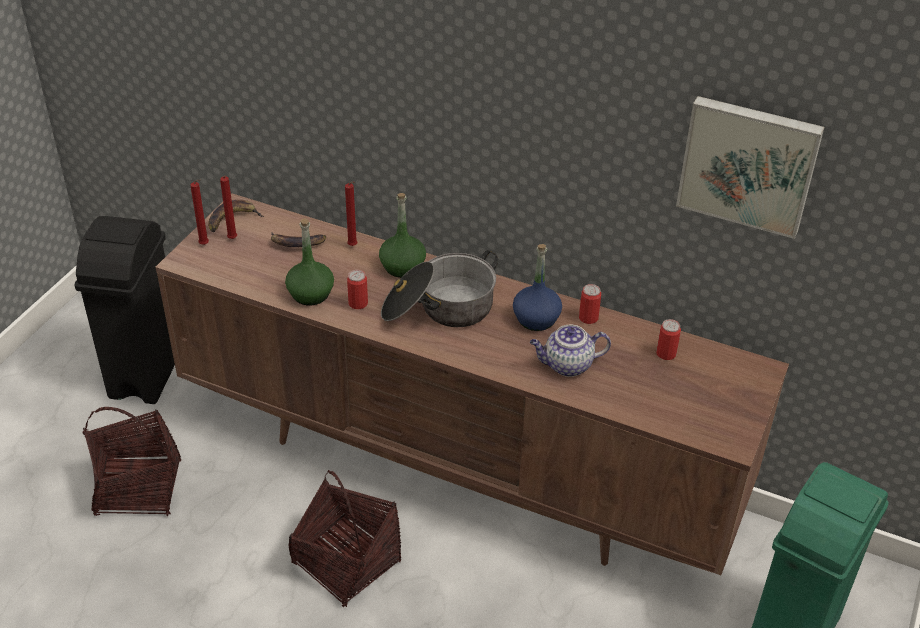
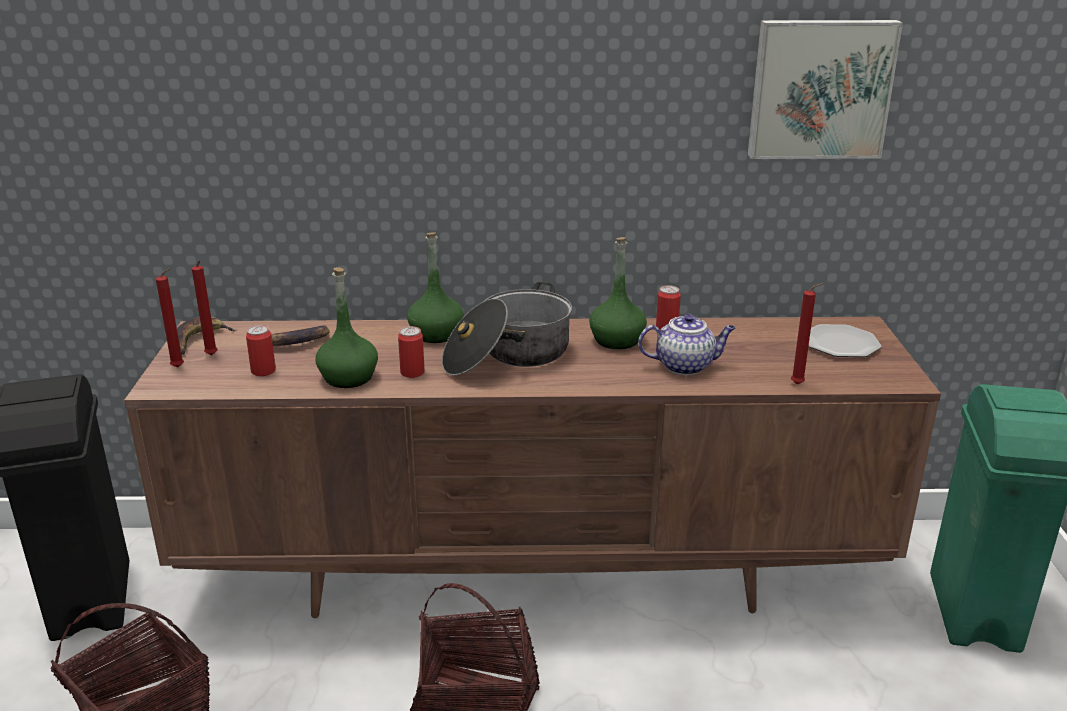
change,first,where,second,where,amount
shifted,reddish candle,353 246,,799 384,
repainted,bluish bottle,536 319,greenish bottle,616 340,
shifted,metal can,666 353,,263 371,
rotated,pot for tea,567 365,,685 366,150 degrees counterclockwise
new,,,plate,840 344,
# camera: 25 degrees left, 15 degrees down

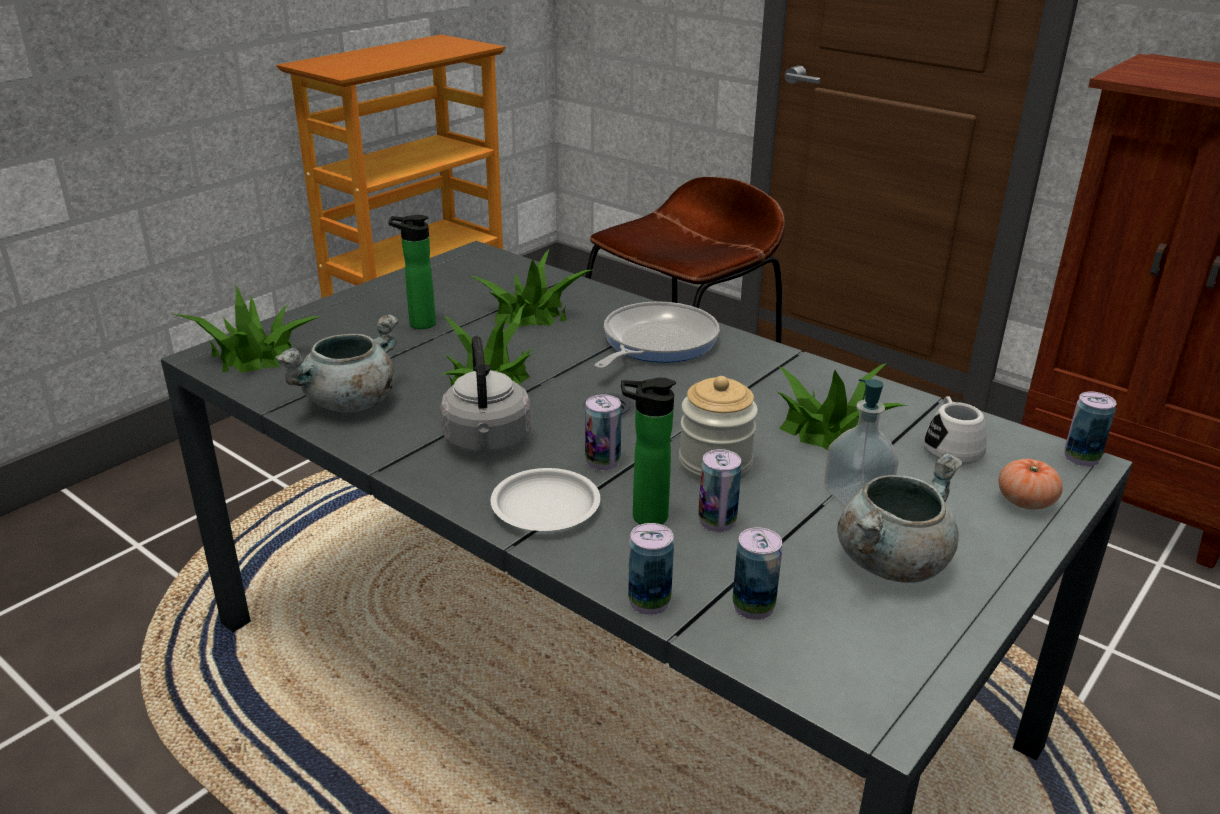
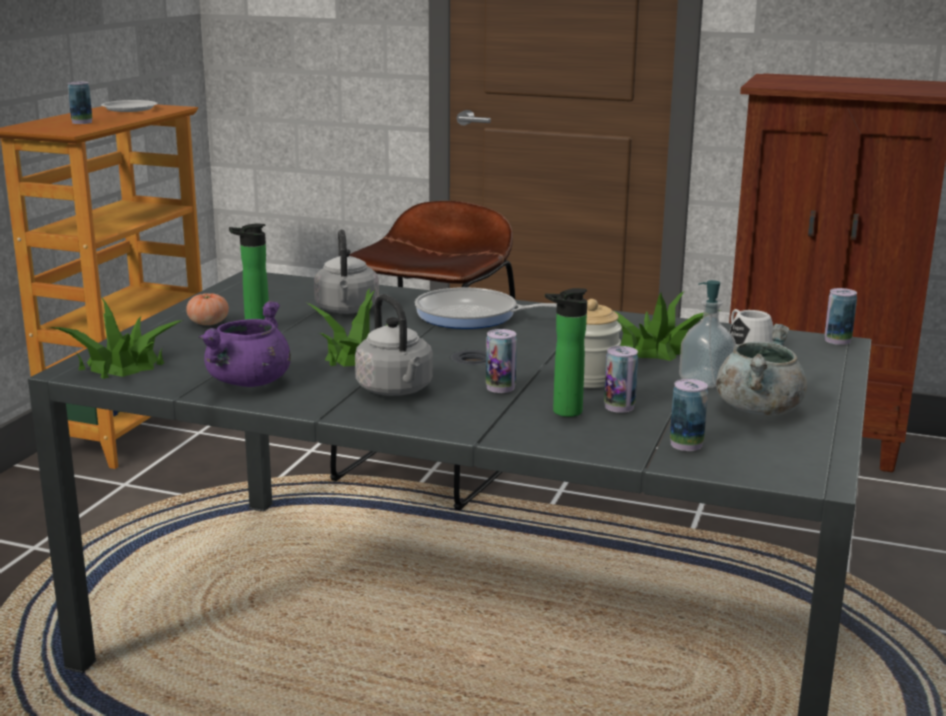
change,first,where,second,where,amount
swapped,houseplant,530 313,greyish water kettle,347 310,
rotated,frying pan,655 342,,472 316,90 degrees counterclockwise
repainted,greyish saucepot,350 403,purple-coloured saucepot,249 382,
shifted,fresh tomato,1025 501,,208 323,
shifted,white-coloured plate,544 507,,129 109,
shifted,metal can,649 601,,82 122,
# camera: 20 degrees left, 10 degrees down

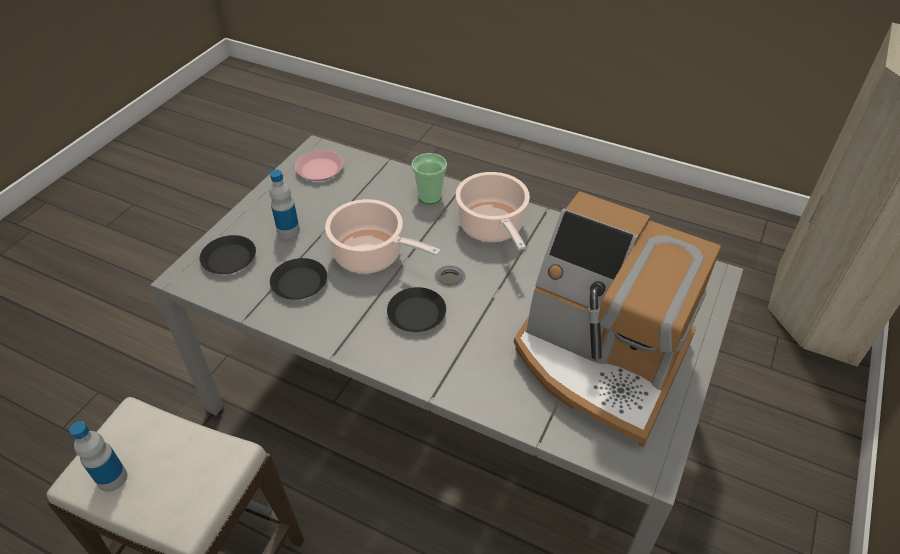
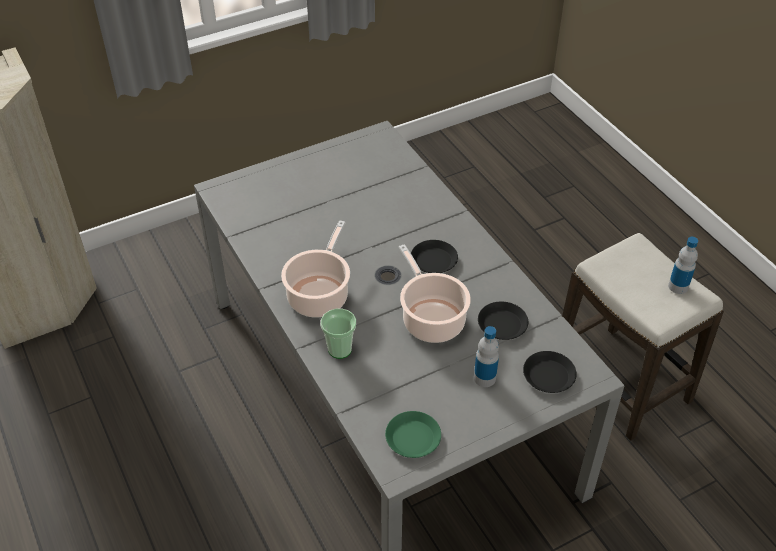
change,first,where,second,where,amount
repainted,pinkish plate,319 169,greenish plate,413 438,
gone,coffee brewer,599 360,,,
# camera: 145 degrees left, 0 degrees up

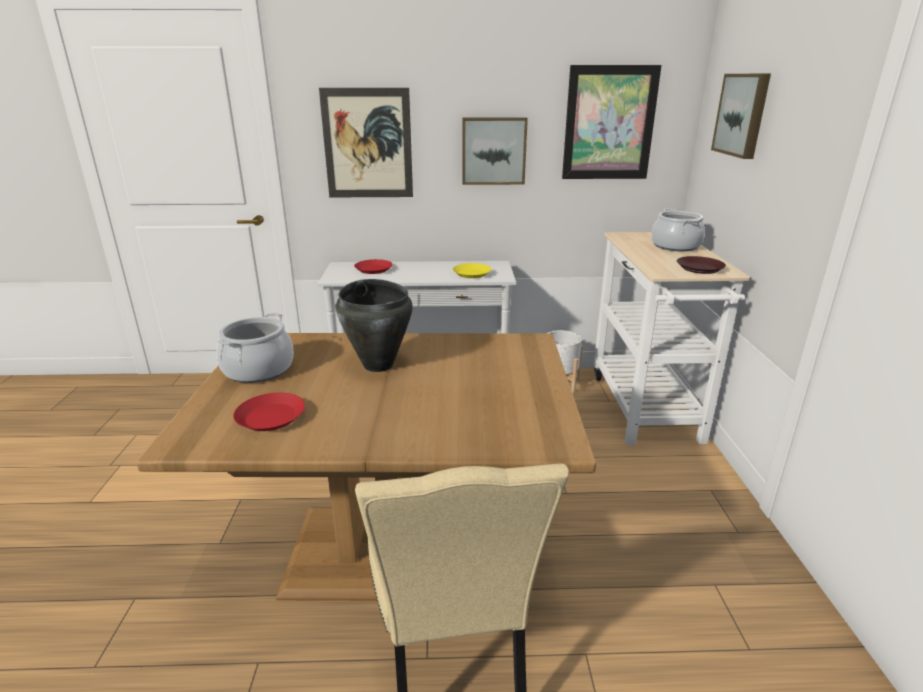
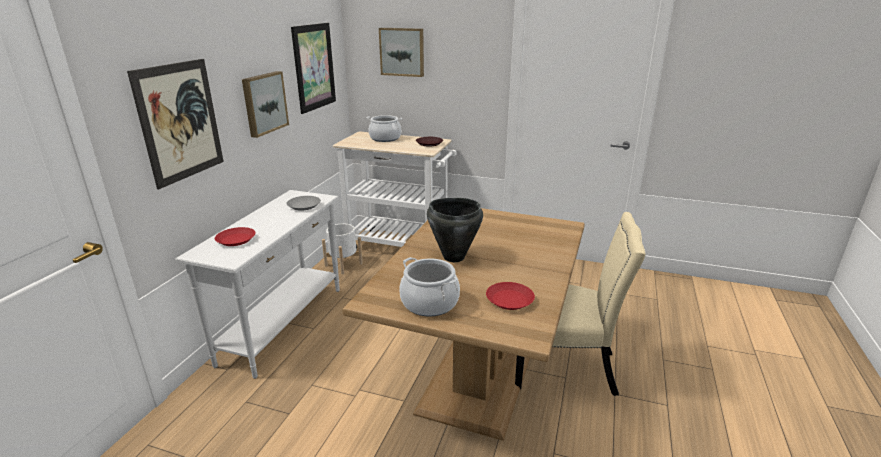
change,first,where,second,where,amount
repainted,yellow plate,471 273,greyish plate,303 205,
# camera: 70 degrees left, 0 degrees up

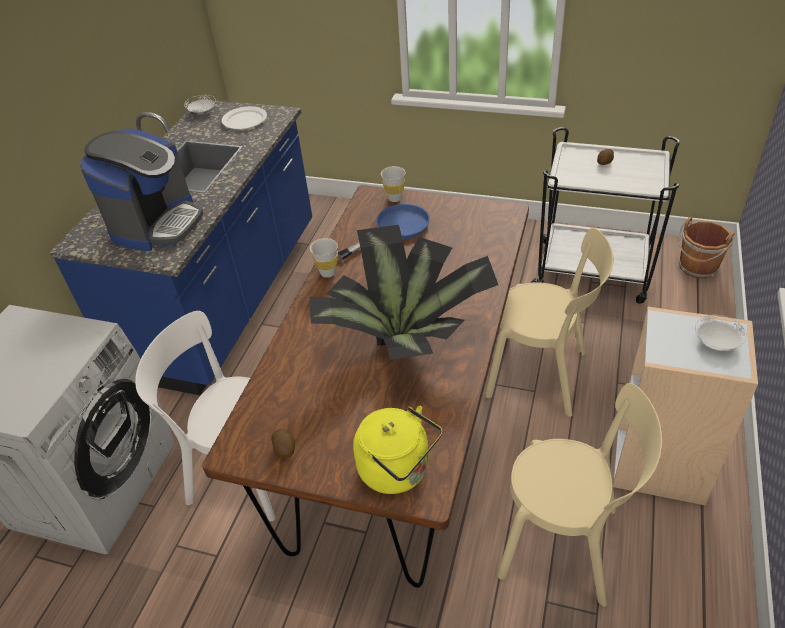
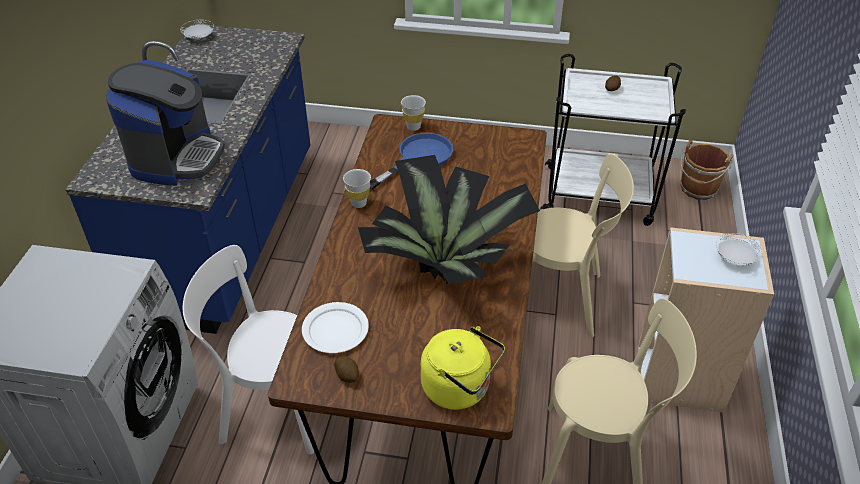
change,first,where,second,where,amount
shifted,white-coloured plate,244 120,,335 330,
# camera: 10 degrees left, 0 degrees up

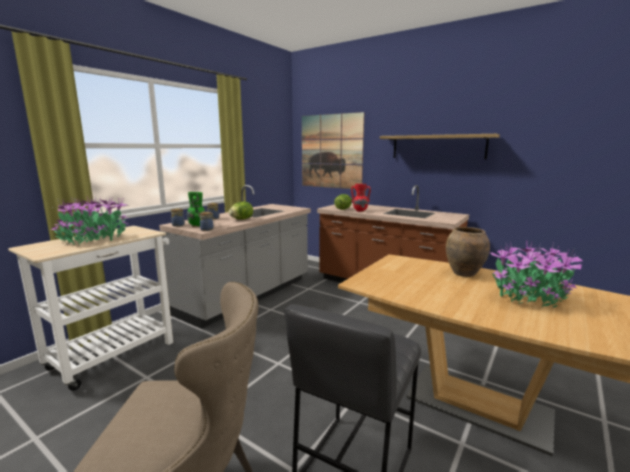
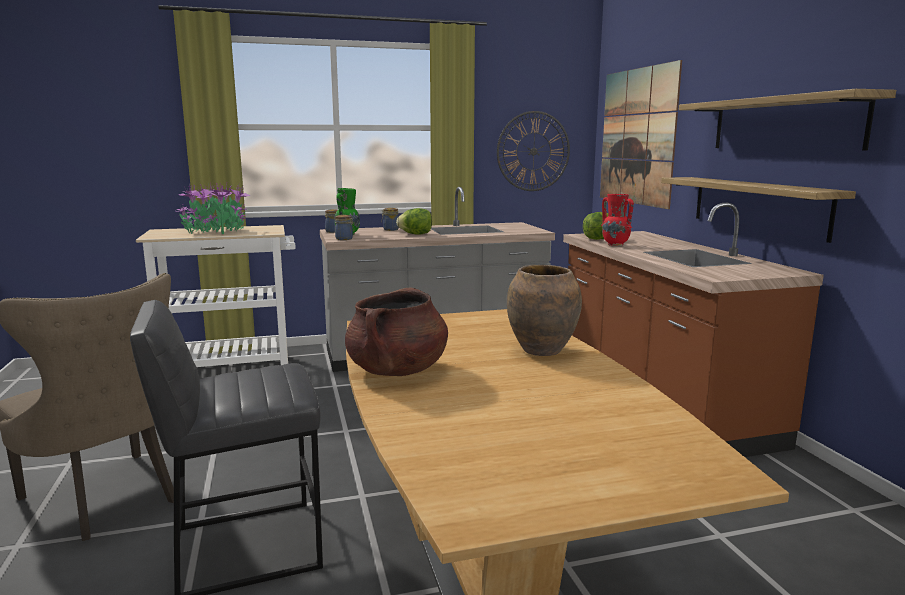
change,first,where,second,where,amount
gone,houseplant,528 297,,,
new,,,clock on the wall,533 151,
new,,,bracket shelf,757 206,
new,,,brown saucepot,397 370,
# camera: 40 degrees right, 0 degrees up

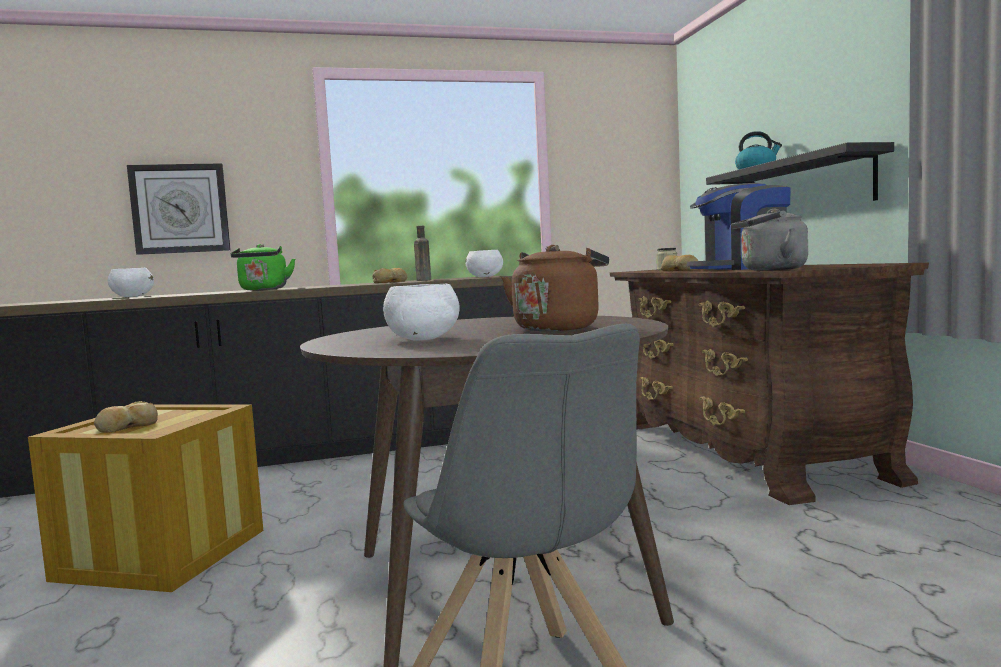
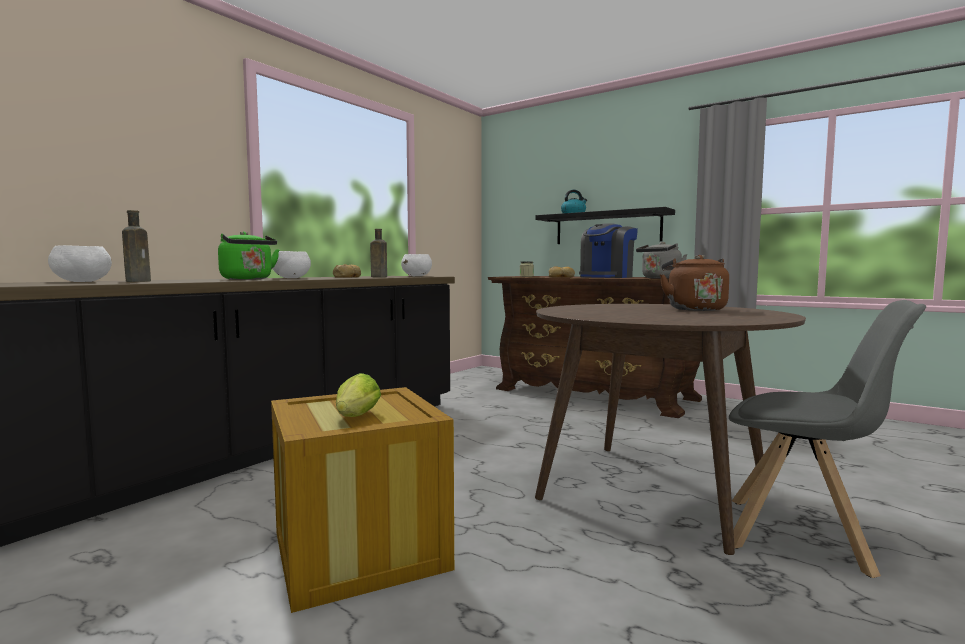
change,first,where,second,where,amount
gone,clock on the wall,180 209,,,
shifted,white-coloured serving bowl,422 339,,291 278,
swapped,bread,126 427,lettuce,355 418,
new,,,brown bottle,139 281,
# camera: 40 degrees left, 0 degrees up

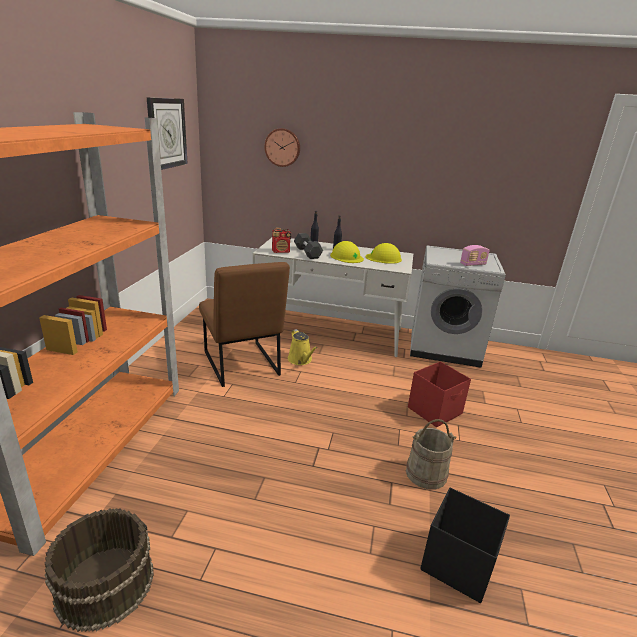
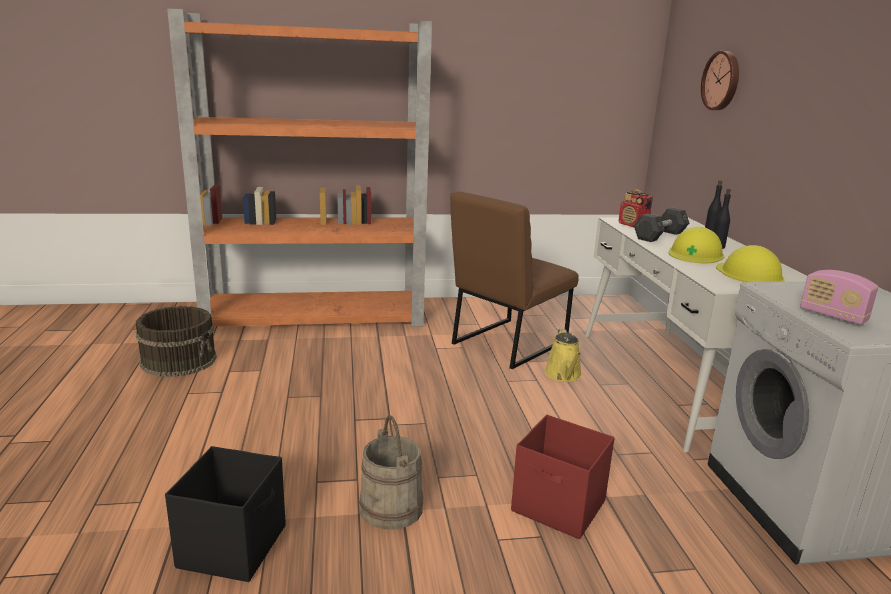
change,first,where,second,where,amount
gone,clock on the wall,167 133,,,
rotated,yellow watering pot,301 360,,564 375,45 degrees counterclockwise
# camera: 70 degrees right, 5 degrees down

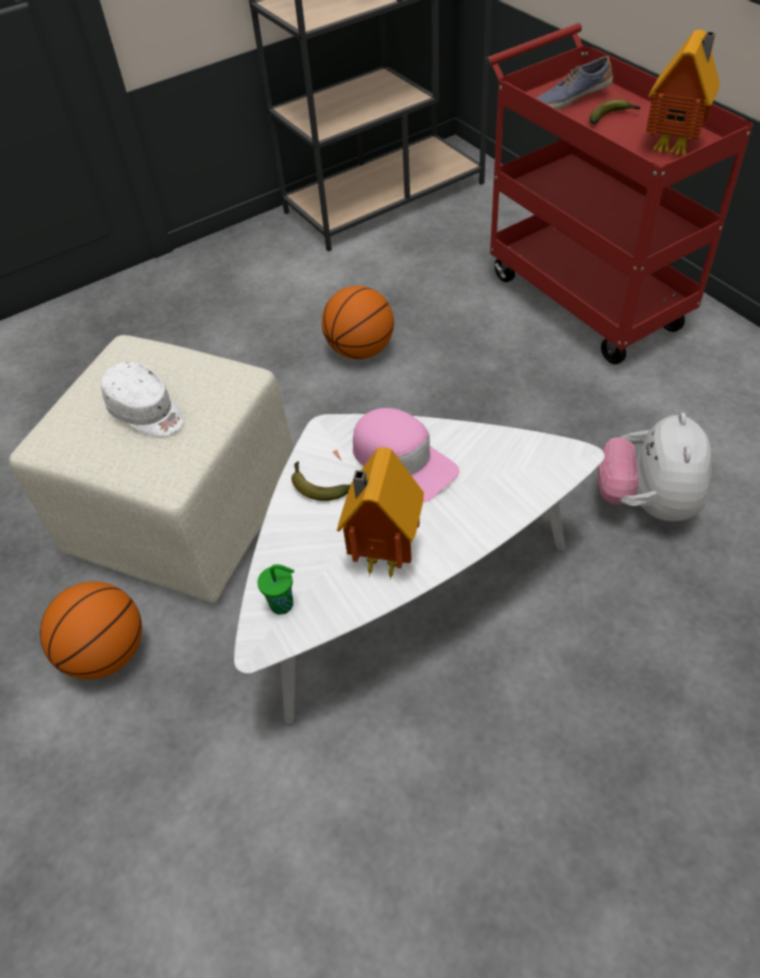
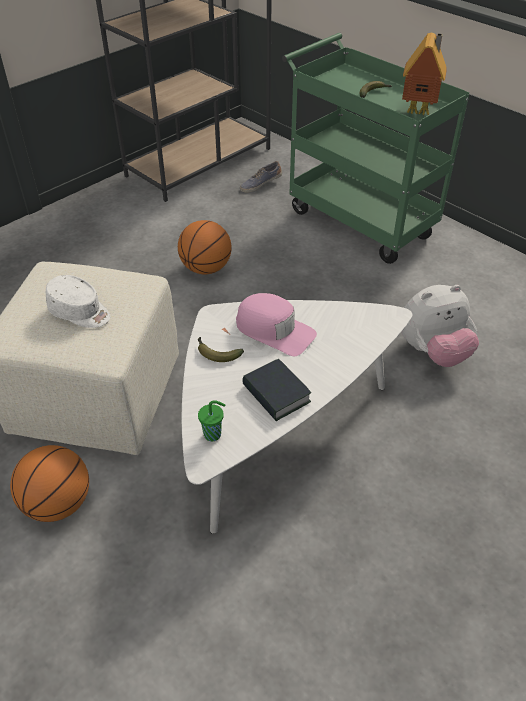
change,first,where,second,where,amount
repainted,reddish wheeled cart,580 301,greenish wheeled cart,357 224,
shifted,shoe,571 100,,260 184,
rotated,cuddly toy,647 502,,433 352,105 degrees counterclockwise
swapped,model house,381 556,volume,276 394,
# camera: 15 degrees left, 5 degrees down

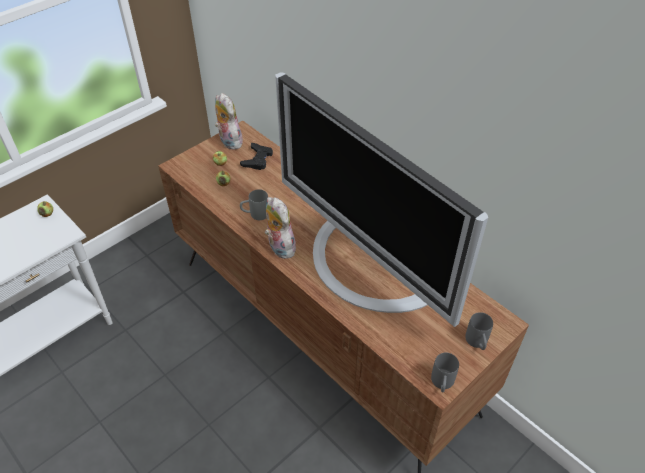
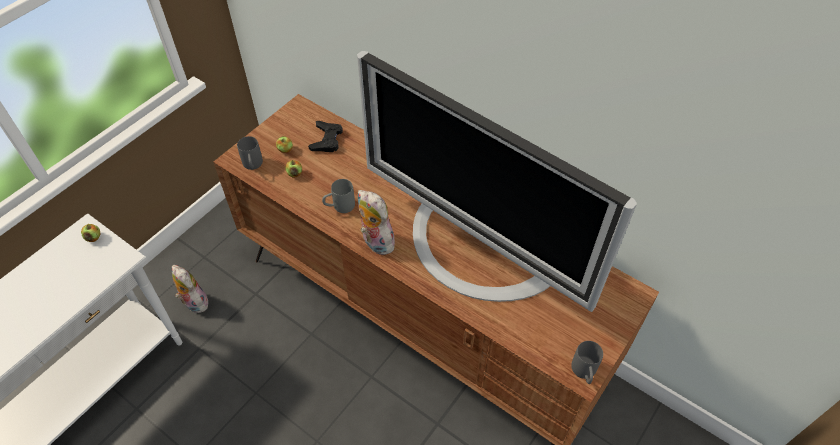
change,first,where,second,where,amount
shifted,cuddly toy,229 141,,194 302,
shifted,greyish coffee mug,477 343,,253 166,
# camera: 10 degrees left, 5 degrees up

